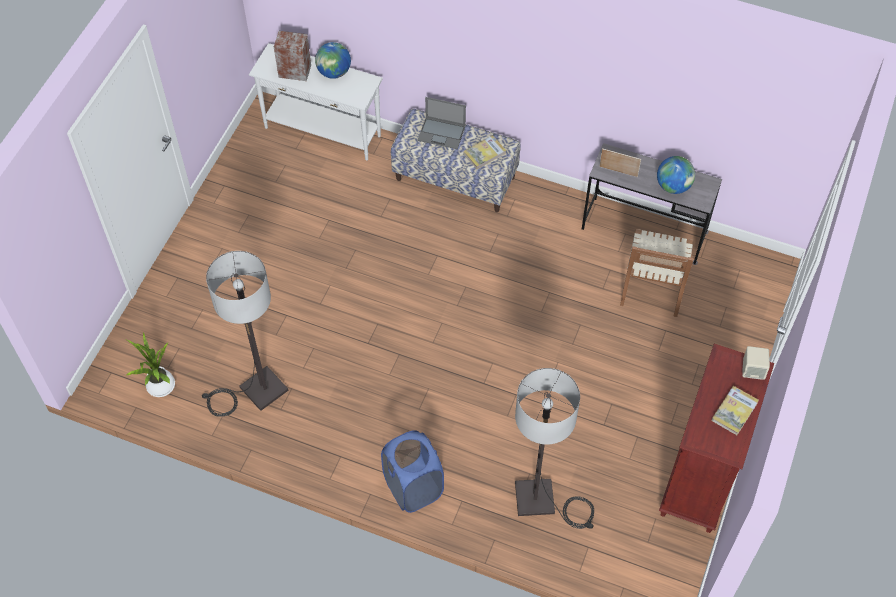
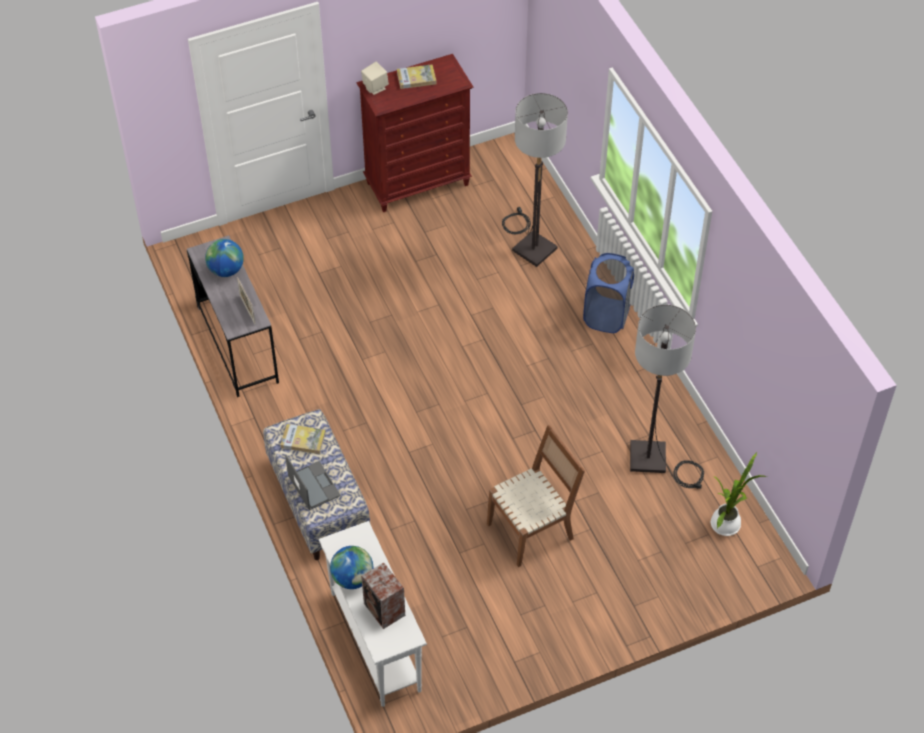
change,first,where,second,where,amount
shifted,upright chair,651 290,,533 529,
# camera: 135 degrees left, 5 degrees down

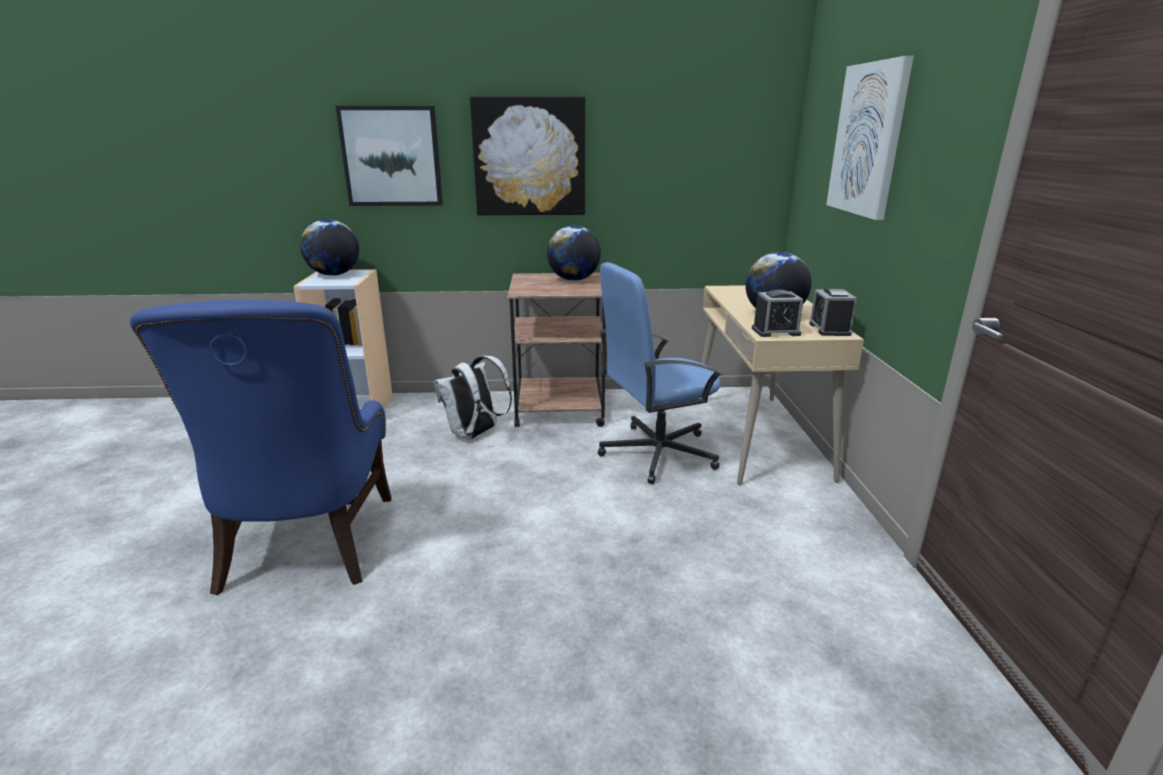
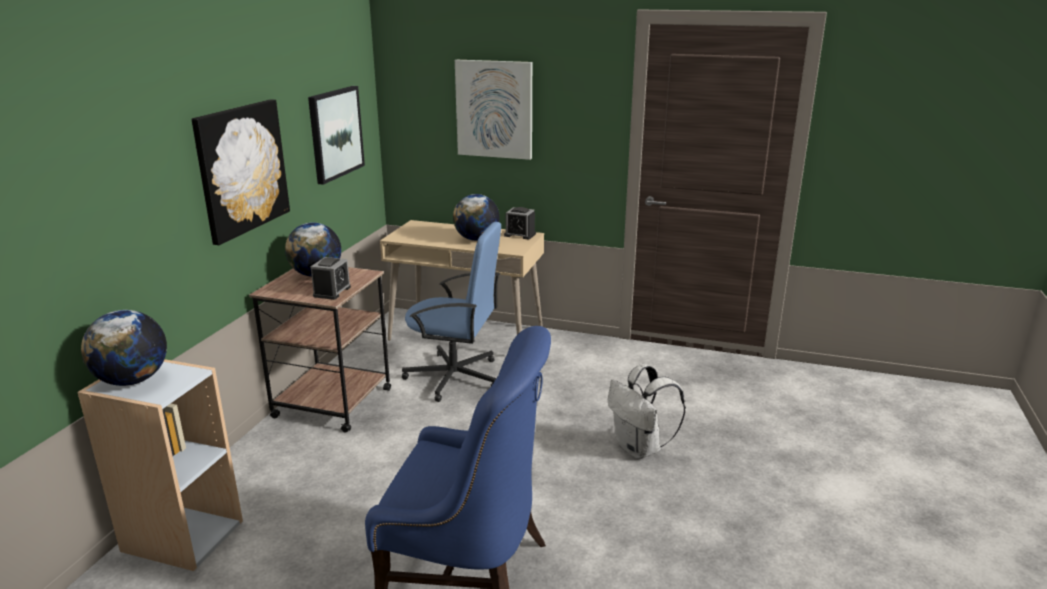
change,first,where,second,where,amount
shifted,picture,392 156,,335 133,
rotated,bluish office chair,656 453,,455 377,75 degrees counterclockwise
shifted,bedside clock,775 331,,332 291,
shifted,white-coloured knapsack,475 434,,640 448,
# camera: 70 degrees left, 0 degrees up

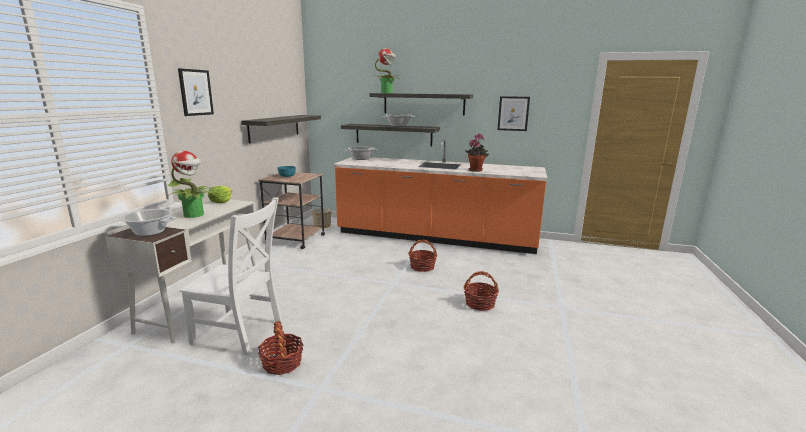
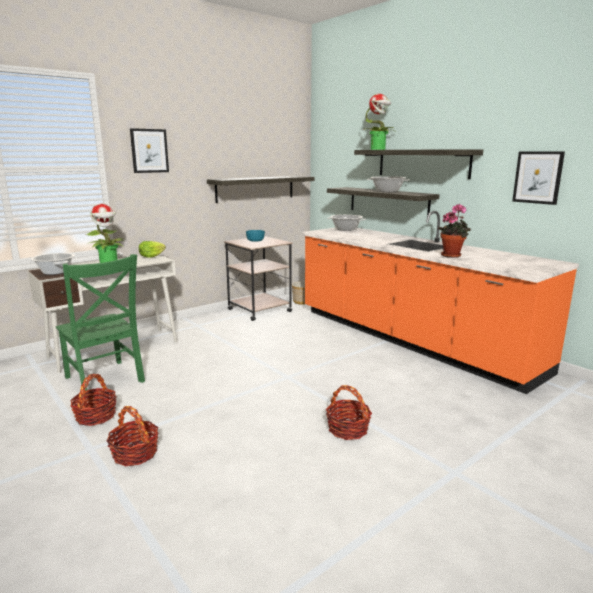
change,first,where,second,where,amount
repainted,white-coloured upright chair,241 333,greenish upright chair,105 381,
shifted,storage basket,422 267,,135 453,
# camera: 35 degrees right, 0 degrees up

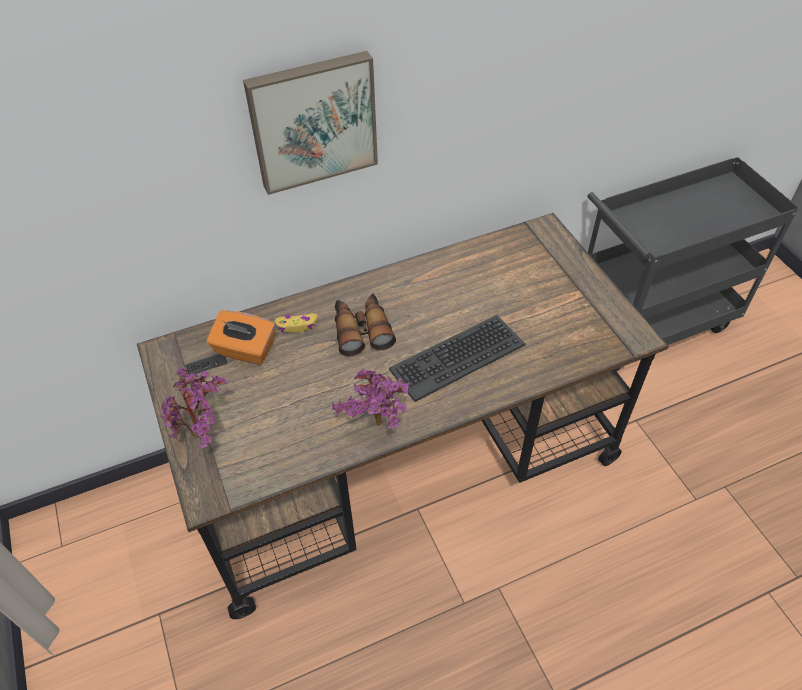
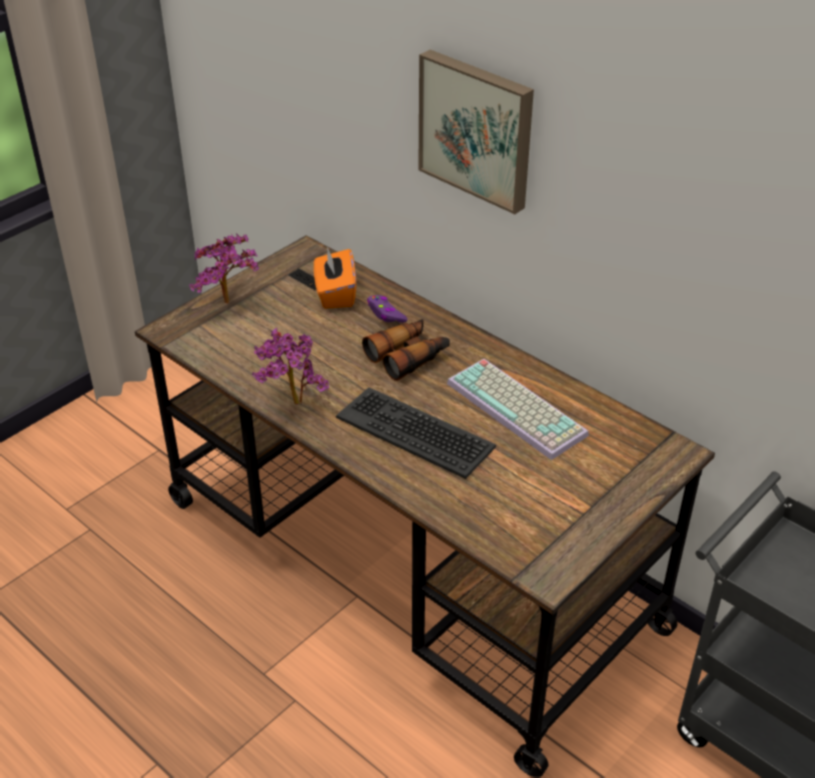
change,first,where,second,where,amount
repainted,yellow gamepad,297 326,purple-coloured gamepad,386 314,
new,,,PC keyboard,519 409,
# camera: 65 degrees right, 10 degrees down

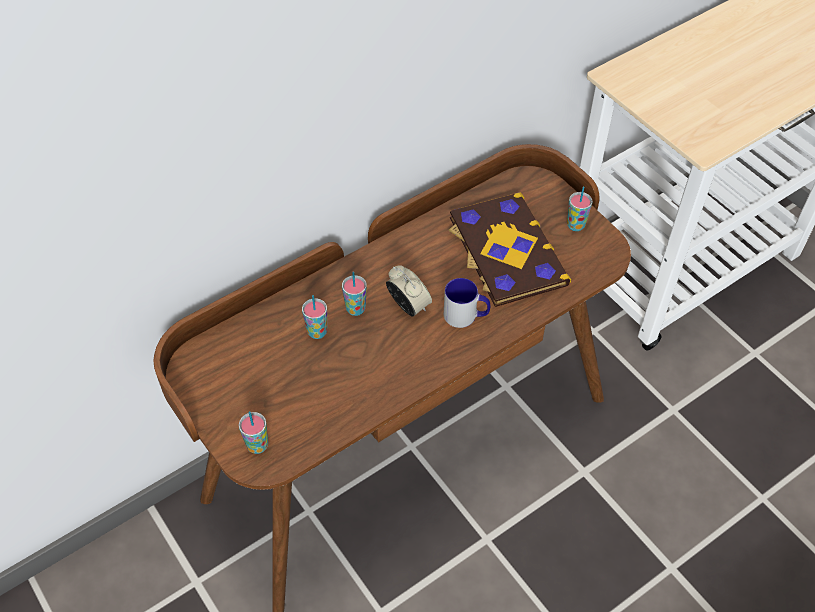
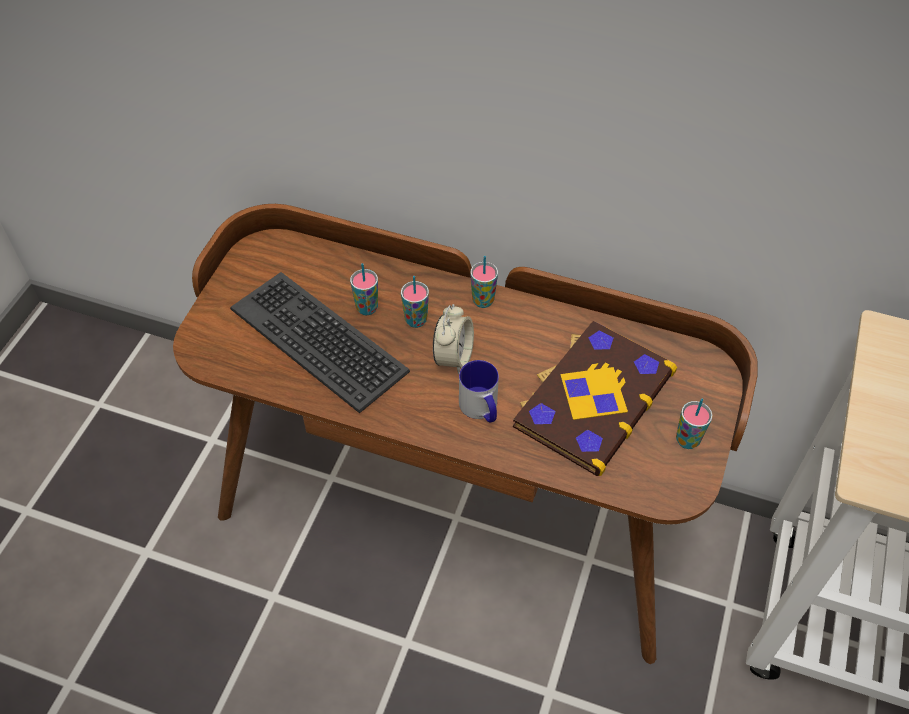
change,first,where,second,where,amount
shifted,small cup,257 445,,483 301,
new,,,PC keyboard,319 339,
# camera: 55 degrees right, 0 degrees up

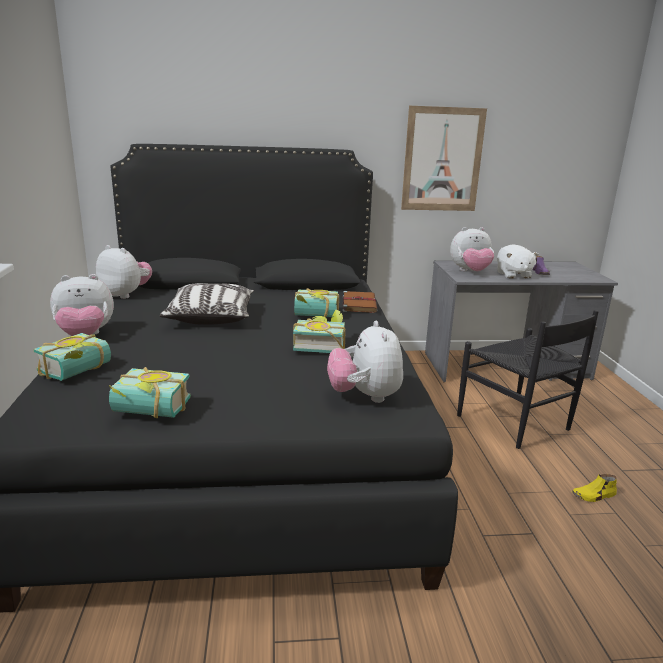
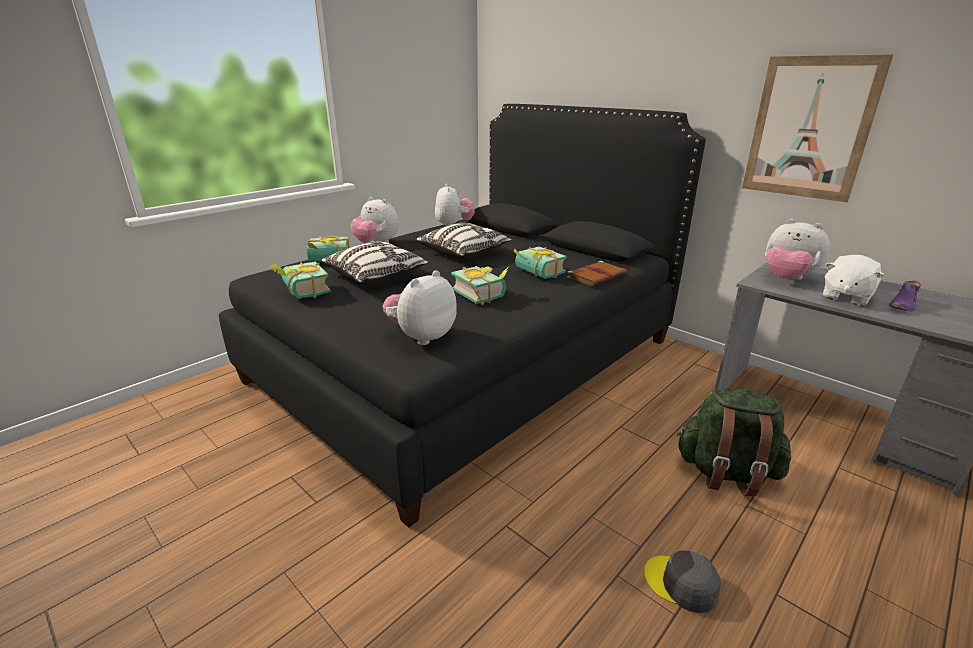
change,first,where,second,where,amount
swapped,black-coloured upright chair,516 422,greenish knapsack,726 473,
swapped,yellow shoe,594 495,greyish peaked cap,681 584,
new,,,pillow,376 276,
# camera: 50 degrees right, 5 degrees up

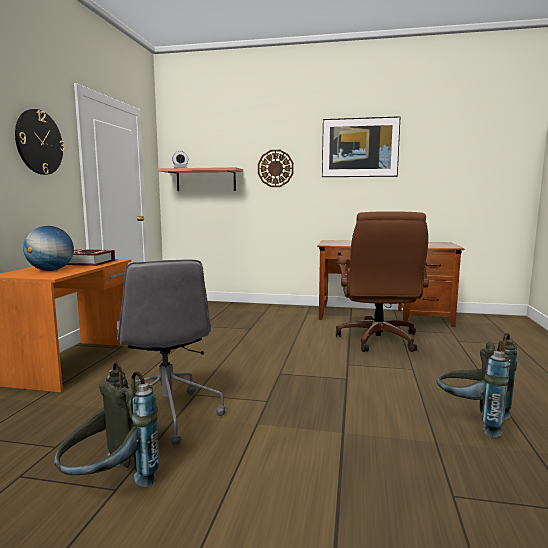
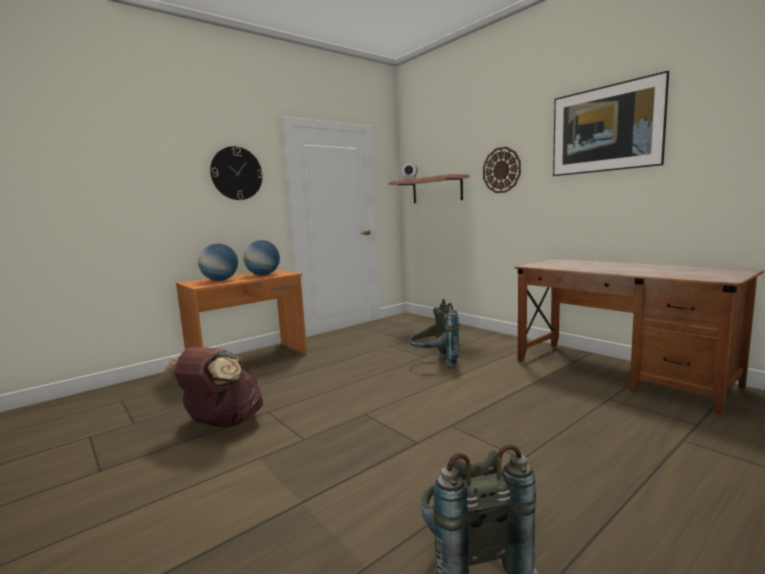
change,first,where,second,where,amount
gone,brown office chair,378 341,,,
swapped,volume,87 262,desk globe,263 275,
swapped,greyish office chair,167 414,brown knapsack,222 423,
shifted,greyish knapsack,109 486,,434 362,
# camera: 40 degrees right, 0 degrees up

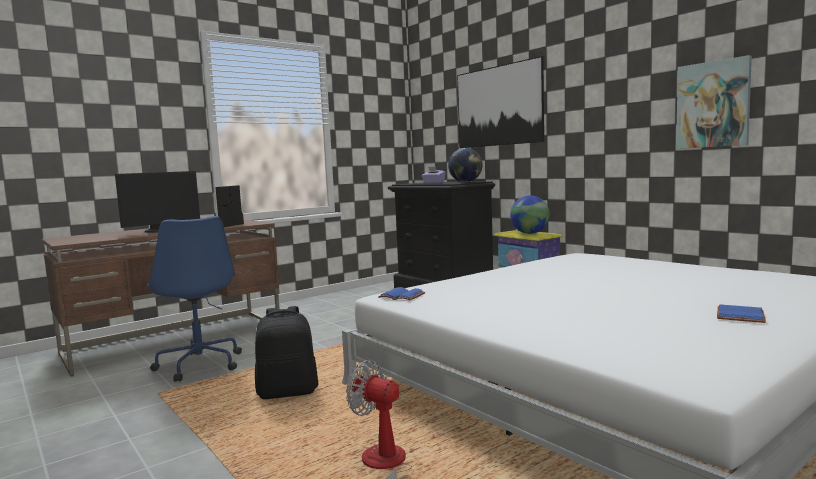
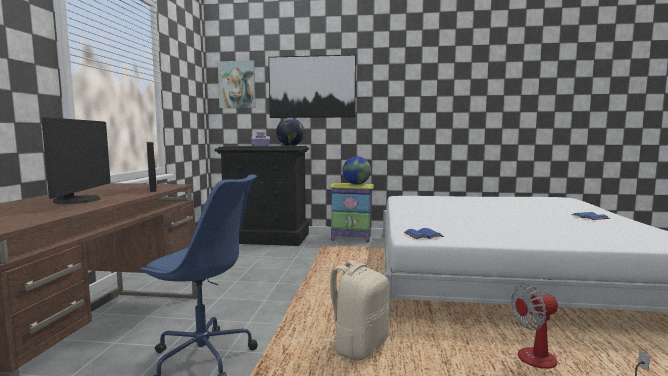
change,first,where,second,where,amount
shifted,picture,713 104,,237 85,
repainted,black-coloured knapsack,288 392,beige knapsack,358 346,
# camera: 45 degrees left, 0 degrees up

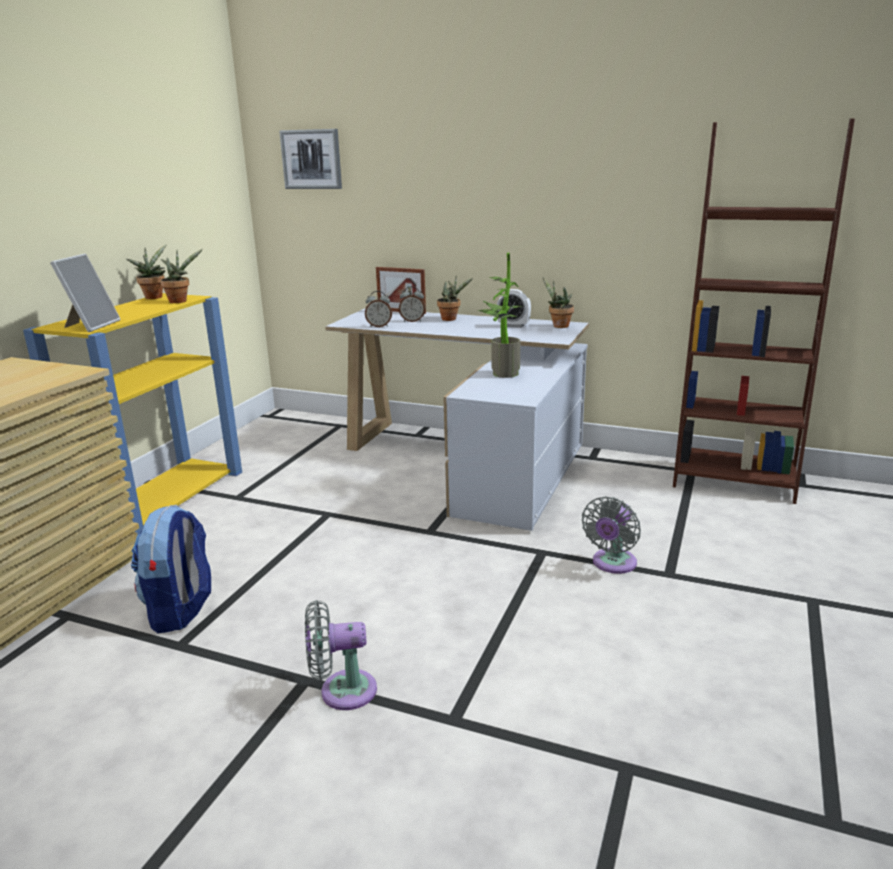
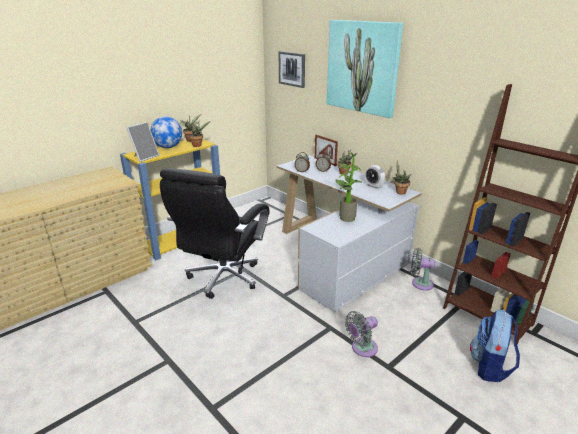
change,first,where,second,where,amount
shifted,knapsack,181 610,,490 367,
shifted,greyish cooling fan,342 691,,420 283,
new,,,picture,362 67,
new,,,desk globe,168 147,
new,,,black-coloured office chair,222 280,
# camera: 25 degrees right, 5 degrees up

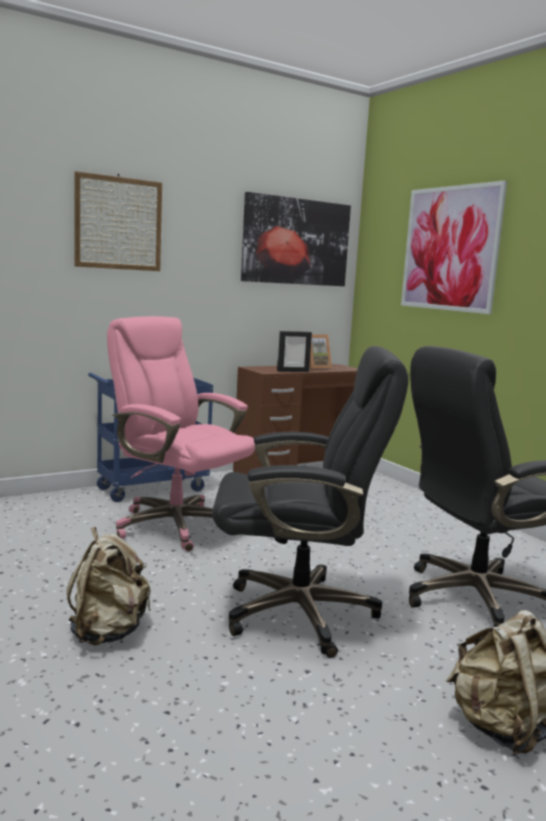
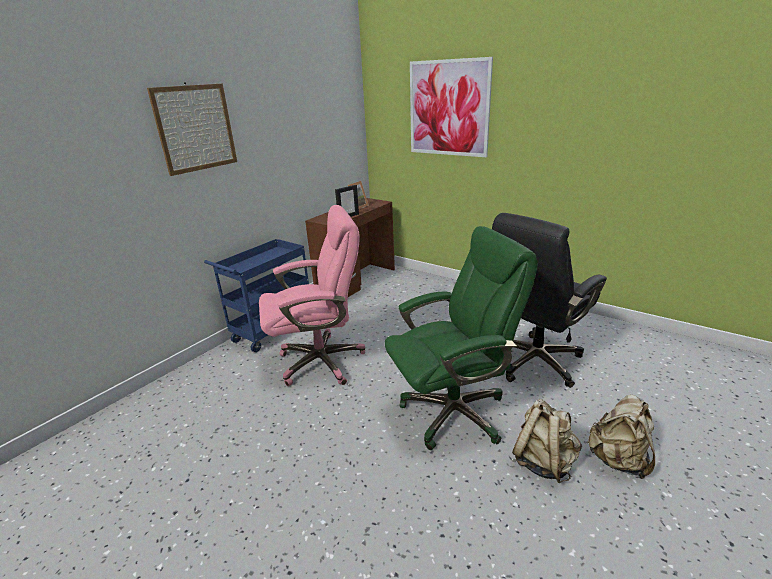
change,first,where,second,where,amount
gone,picture,296 242,,,
rotated,pinkish office chair,177 527,,319 362,150 degrees clockwise
repainted,black-coloured office chair,295 614,greenish office chair,451 414,
shifted,beige knapsack,108 632,,543 462,
# camera: 20 degrees left, 15 degrees up

